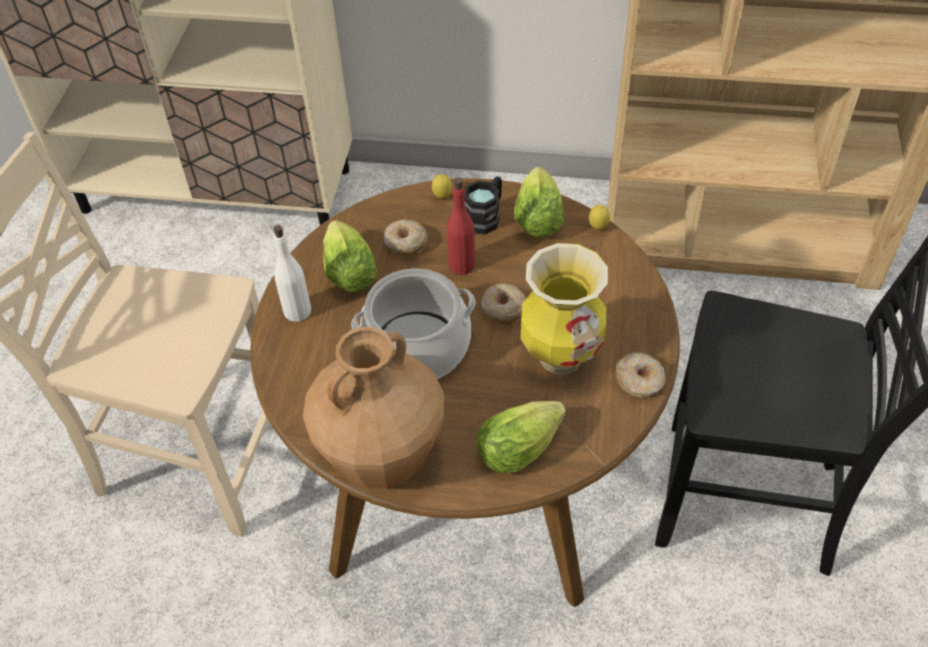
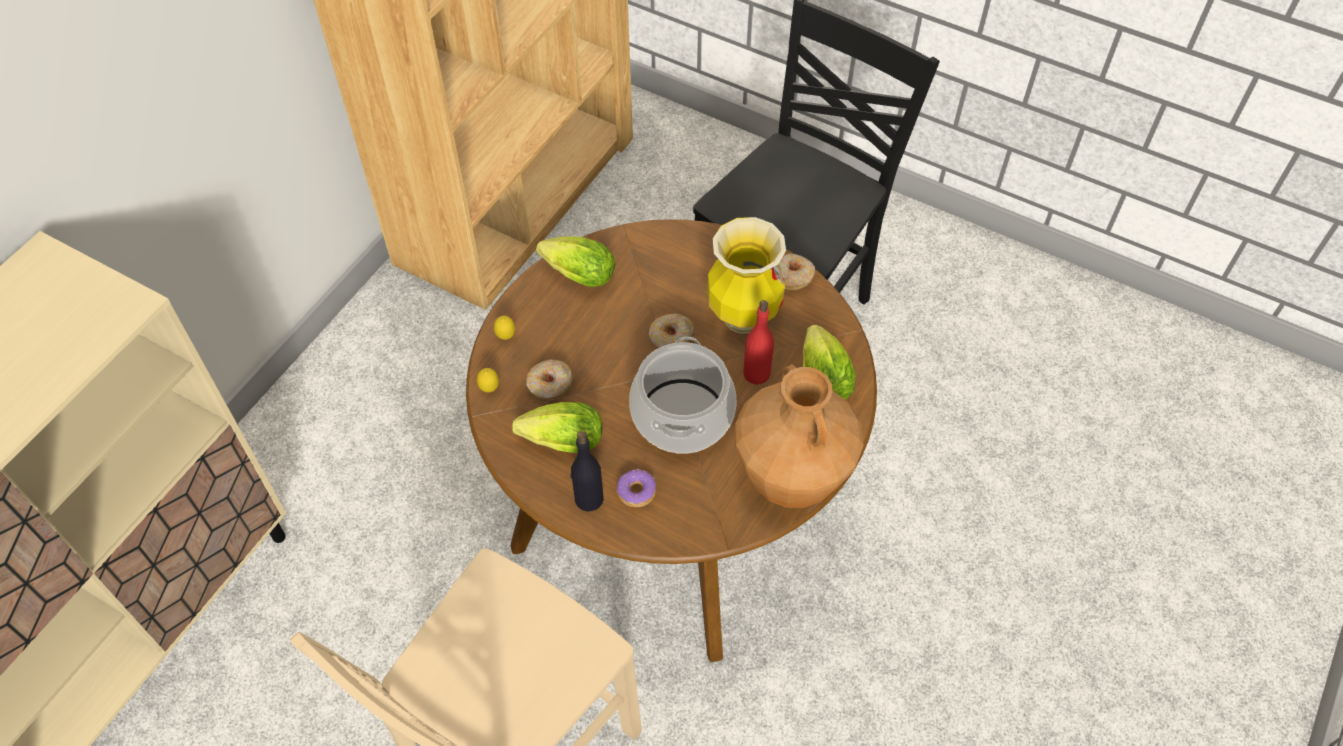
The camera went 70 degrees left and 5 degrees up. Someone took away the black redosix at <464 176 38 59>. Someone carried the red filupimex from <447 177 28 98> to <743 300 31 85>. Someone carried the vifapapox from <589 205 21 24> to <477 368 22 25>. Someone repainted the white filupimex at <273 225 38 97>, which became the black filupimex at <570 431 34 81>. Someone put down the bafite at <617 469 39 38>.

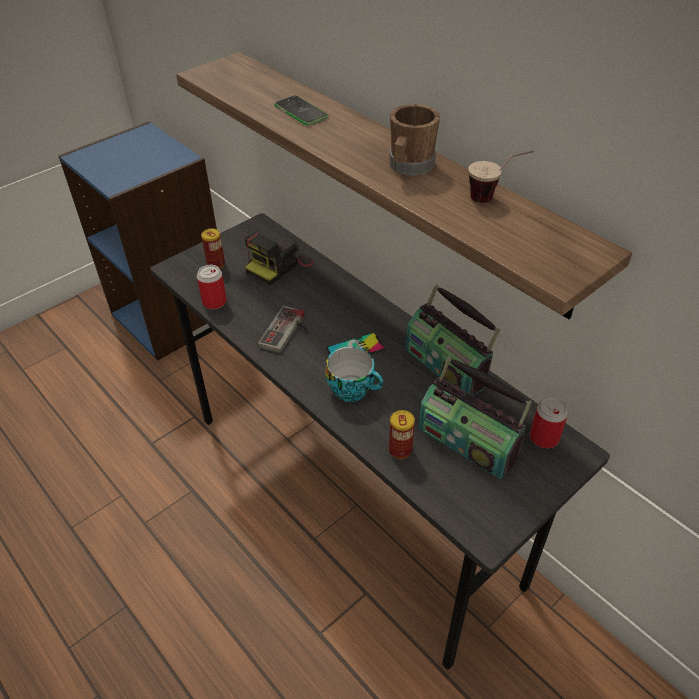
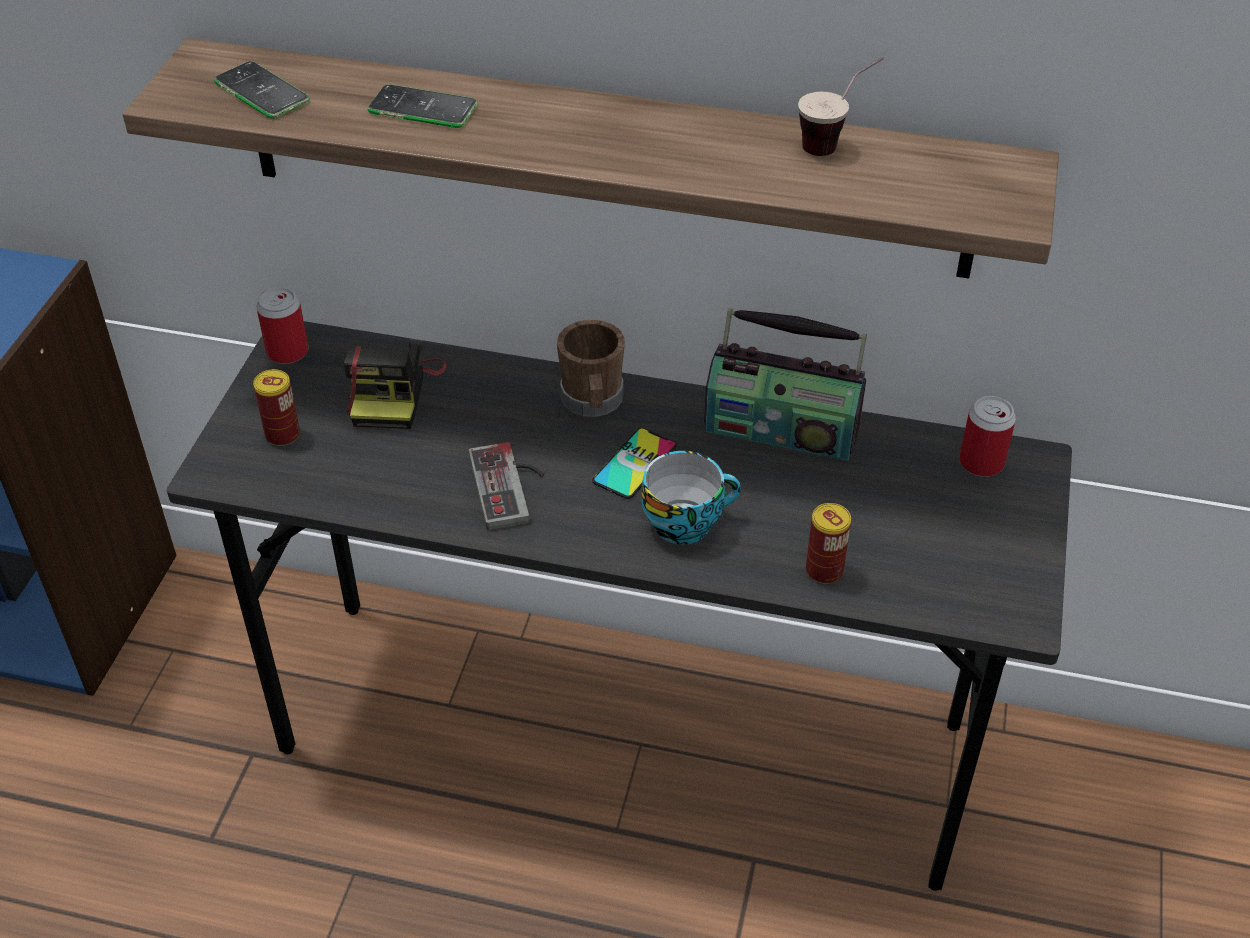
The camera went 35 degrees left and 0 degrees up. Someone carried the brown redosix from <390 104 50 72> to <557 320 68 97>. Someone carried the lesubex from <197 265 30 44> to <257 287 51 77>. Someone took away the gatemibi at <419 356 113 123>. Someone put down the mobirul at <214 61 96 58>.

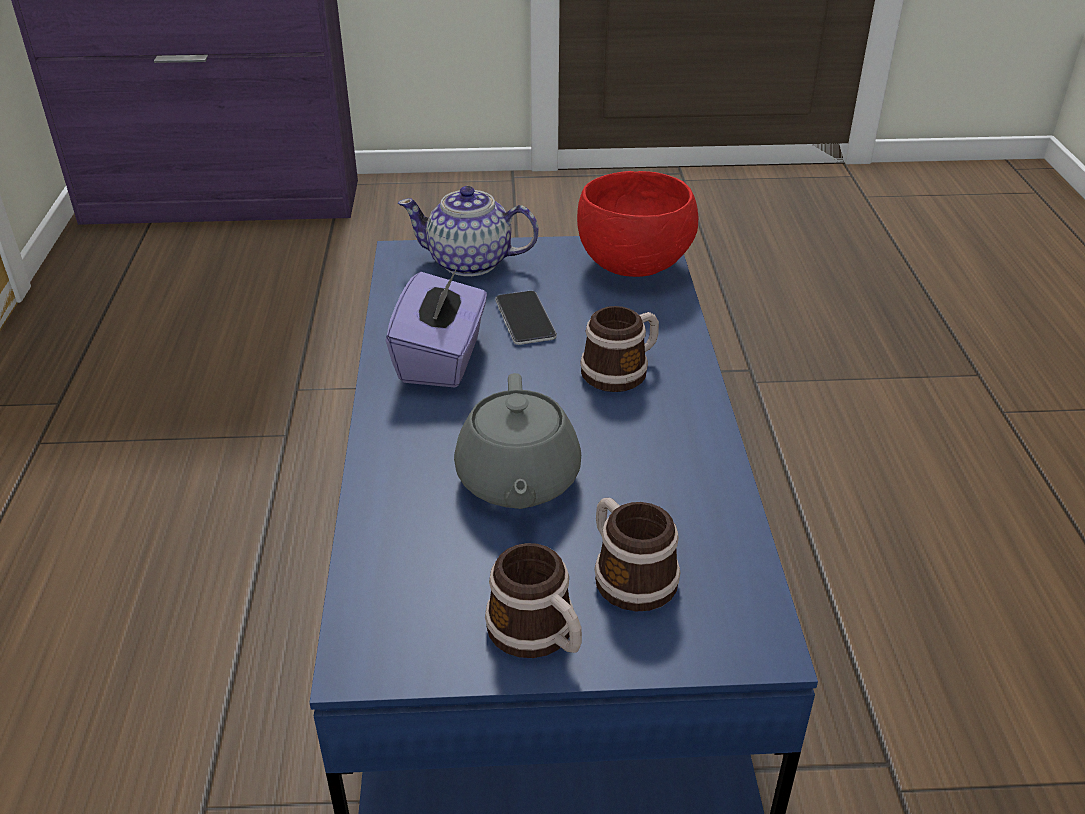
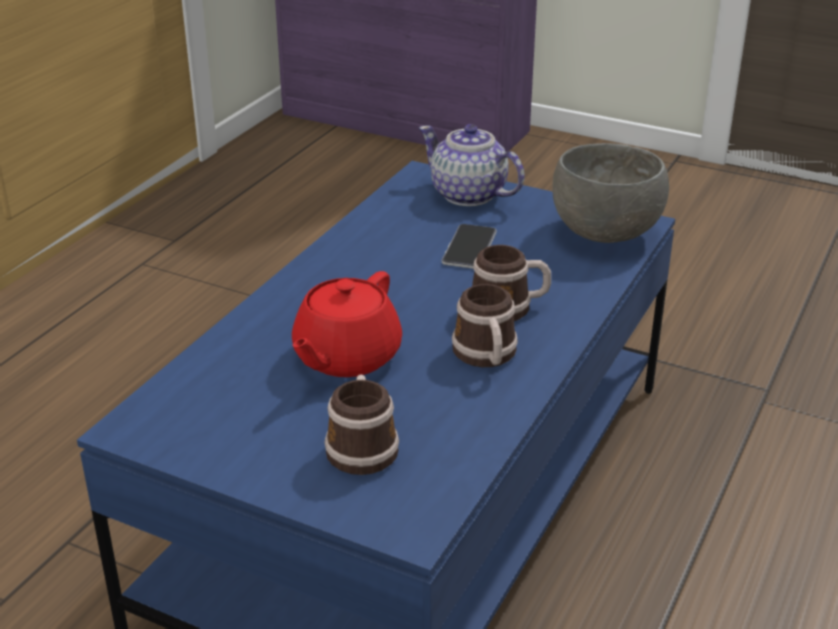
The camera went 30 degrees right and 5 degrees down. Someone repainted the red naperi at <577 171 122 106>, which became the grey naperi at <552 143 117 100>. Someone took away the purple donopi at <386 268 101 120>. Someone repainted the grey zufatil at <454 373 127 136>, which became the red zufatil at <292 271 110 106>. Someone carried the redosix from <485 543 97 115> to <452 284 66 83>.

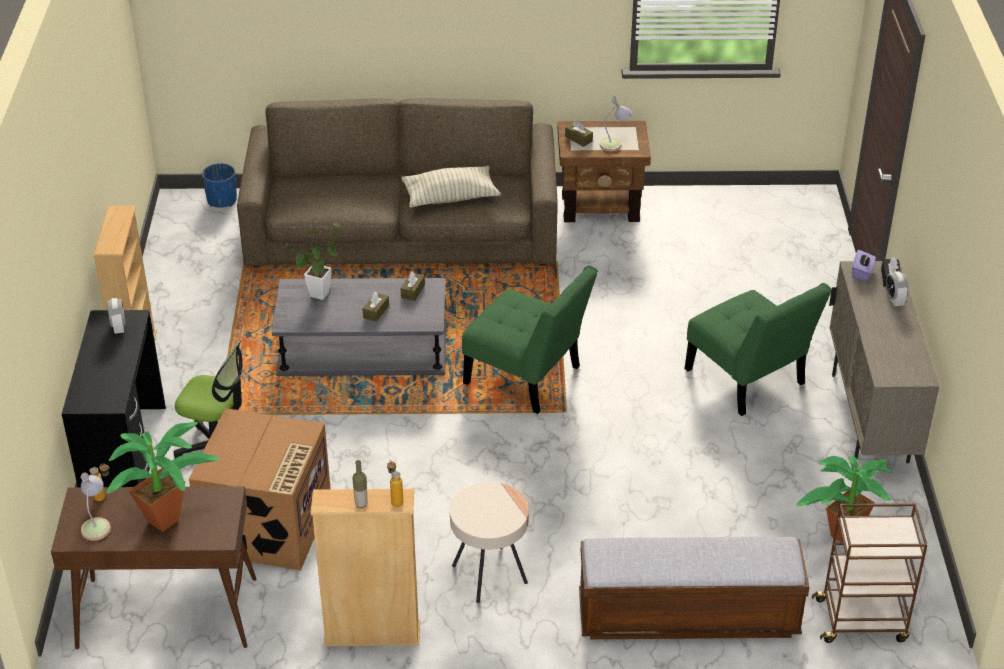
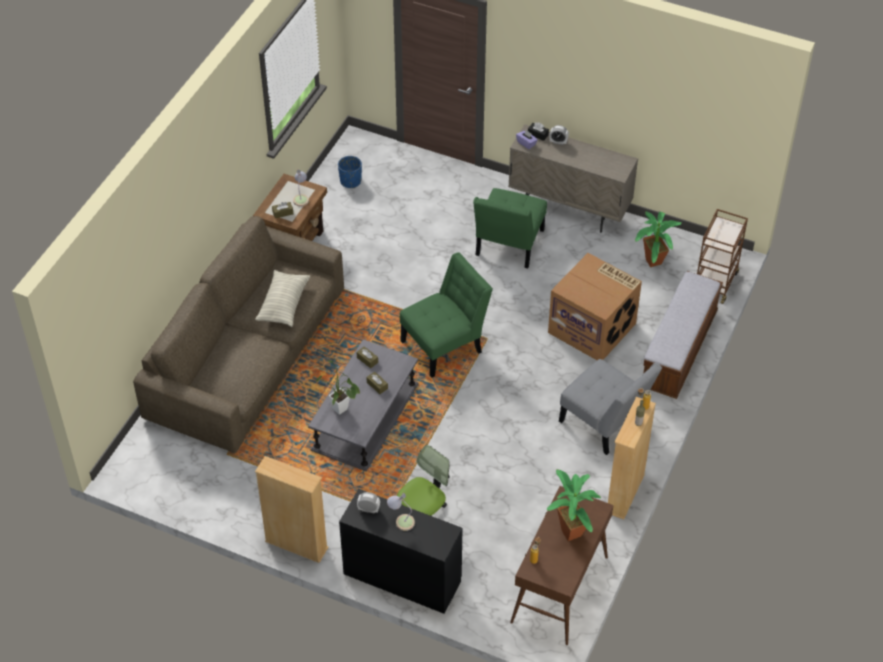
The camera went 65 degrees left and 10 degrees up. Someone carried the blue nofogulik from <202 163 35 45> to <338 156 24 32>. Someone rotated the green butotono at <684 283 148 133> by 120 degrees clockwise. Someone carried the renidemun from <189 408 142 162> to <548 253 94 107>. Someone carried the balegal from <81 472 30 69> to <387 493 28 38>. Someone swapped the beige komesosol at <450 482 79 121> for the grey butotono at <559 359 103 96>.

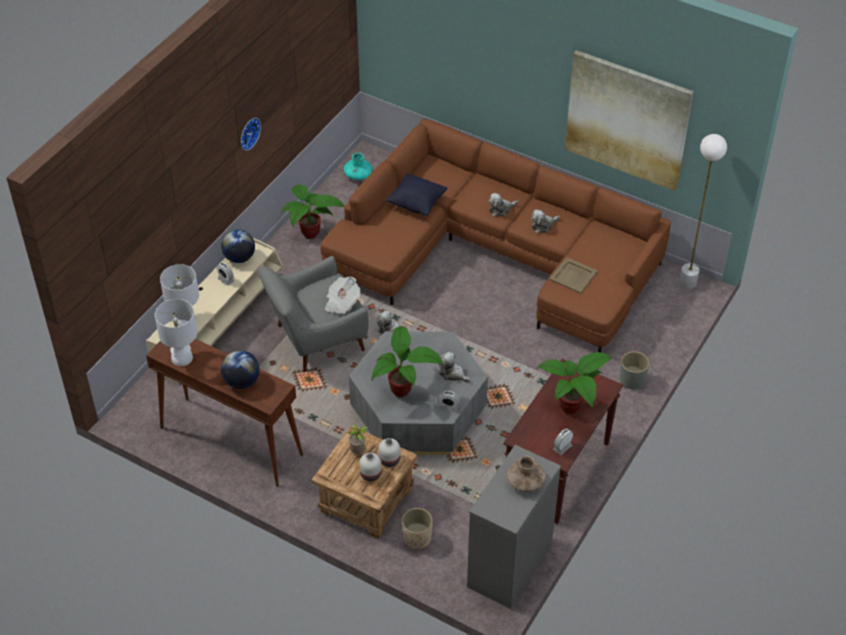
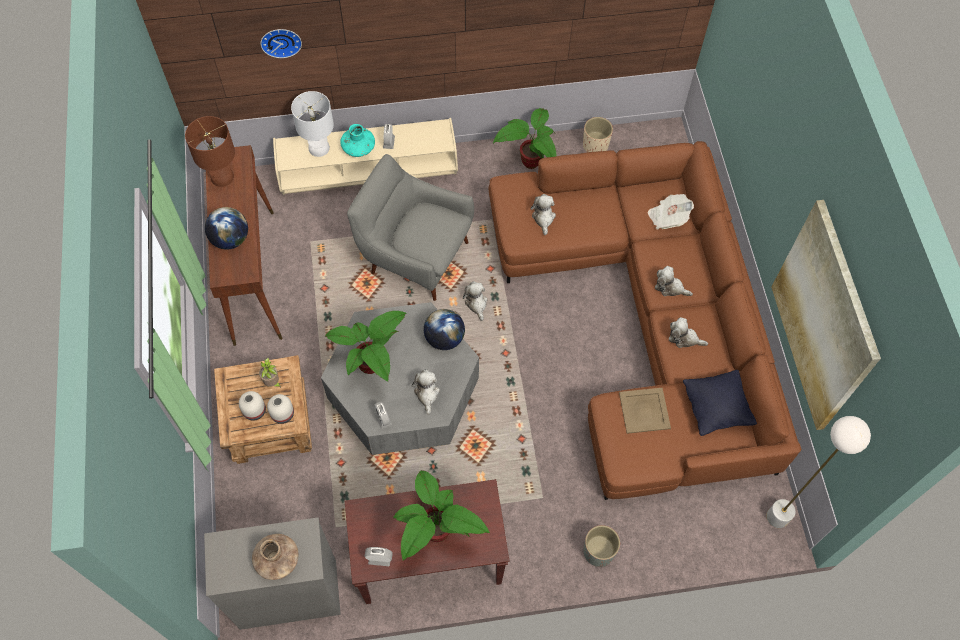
The camera went 50 degrees right and 15 degrees up. Someone carried the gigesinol from <241 118 20 33> to <260 29 42 29>. Someone carried the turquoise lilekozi from <344 153 28 27> to <340 124 35 33>. Someone carried the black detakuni from <386 173 61 43> to <683 370 74 66>. Someone carried the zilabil from <221 229 34 34> to <424 309 41 41>. Someone carried the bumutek from <325 277 36 38> to <648 194 46 35>. Someone repainted the white balegal at <155 299 42 67>, which became the brown balegal at <185 116 50 71>. Someone carried the beige nofogulik from <402 508 31 41> to <583 117 30 35>. Someone put down the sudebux at <531 194 25 41>.

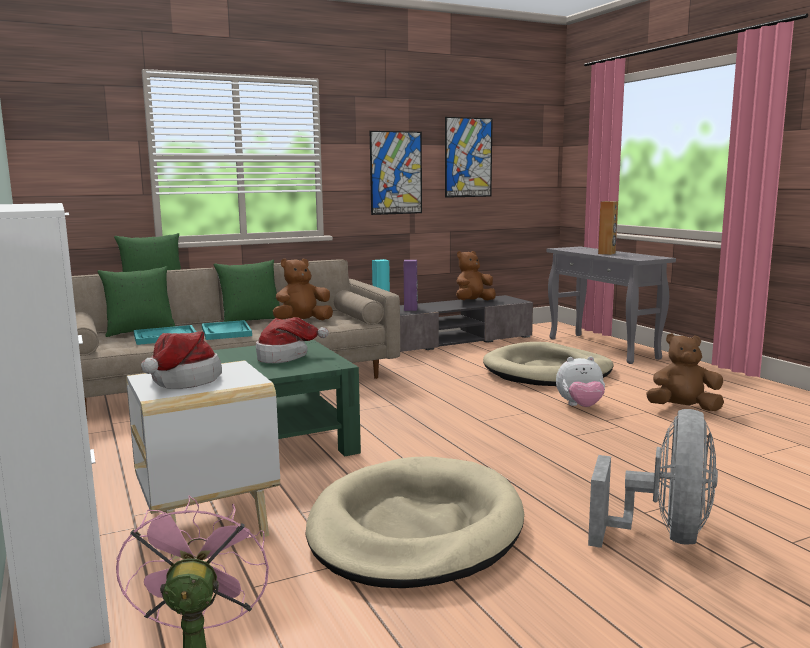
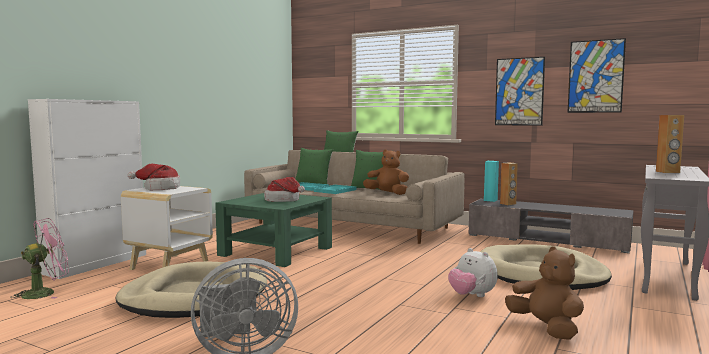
The camera went 55 degrees right and 5 degrees down. Someone took away the brown sudebux at <456 251 40 49>. Someone repainted the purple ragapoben at <404 260 14 51>, which became the brown ragapoben at <500 162 18 43>.

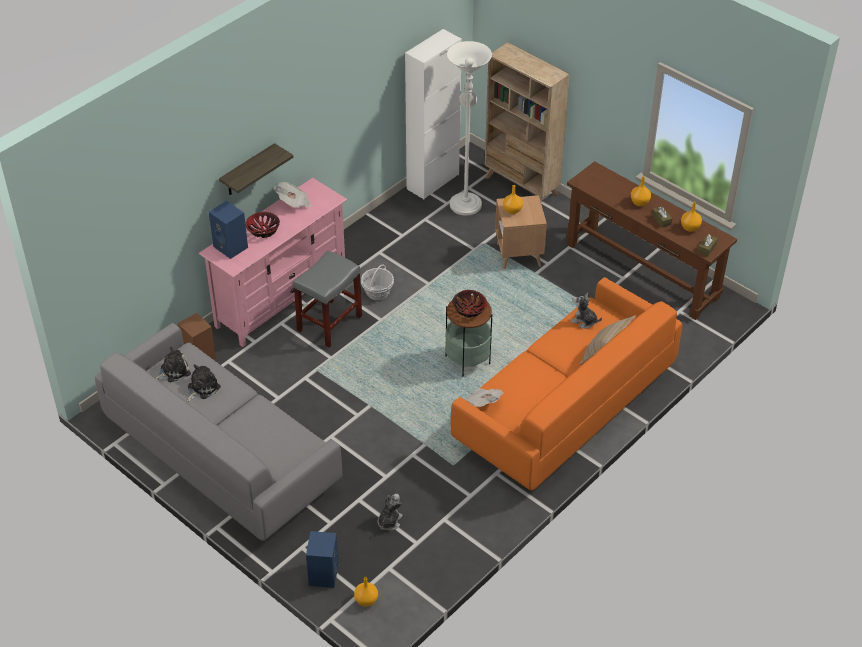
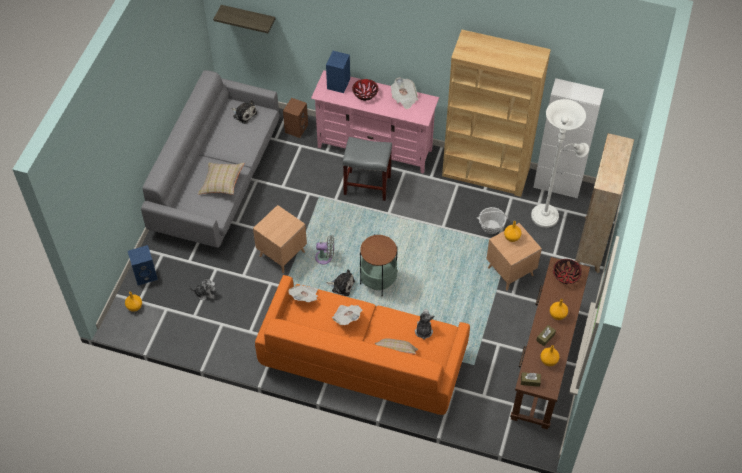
The camera went 65 degrees right and 10 degrees up. Someone carried the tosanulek from <219 143 74 52> to <213 5 62 28>. Someone carried the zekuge from <361 264 33 36> to <477 207 31 27>. Someone carried the naperi from <452 290 35 27> to <553 259 29 25>. Someone carried the sudebux from <187 364 34 38> to <326 270 29 26>. Someone put down the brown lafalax at <442 30 109 167>. Someone put down the beige detakuni at <198 163 46 32>. Someone put down the brown komesosol at <253 205 54 68>. Someone put down the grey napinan at <315 235 19 29>. Someone put down the bumutek at <332 305 30 20>.

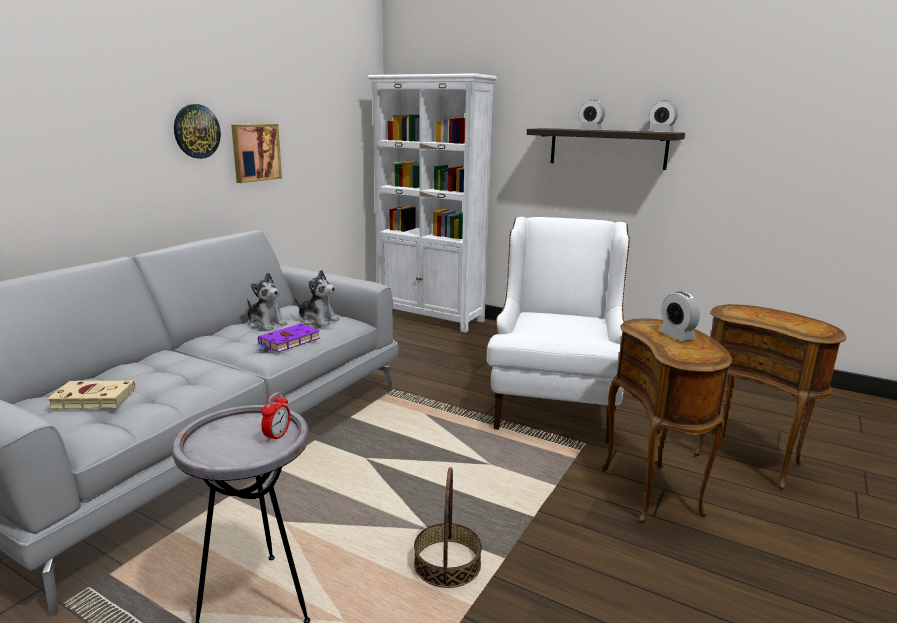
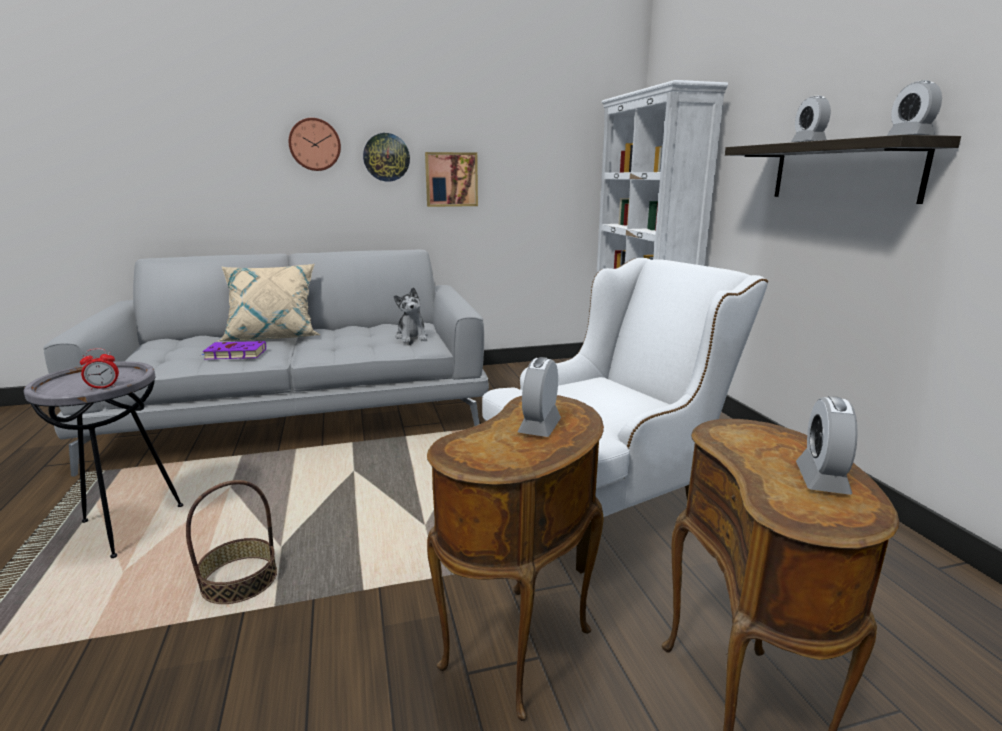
The camera went 45 degrees right and 0 degrees up. Someone took away the sudebux at <247 273 40 58>. Someone carried the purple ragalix from <258 323 62 29> to <202 341 64 18>. Someone took away the beige ragalix at <47 381 88 28>. Someone put up the gigesinol at <289 118 52 53>. Someone put down the beige detakuni at <219 264 101 77>. Someone put down the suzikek at <796 396 62 99>.

